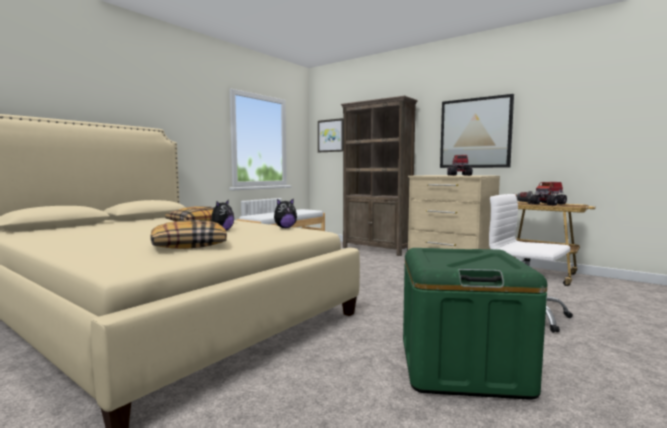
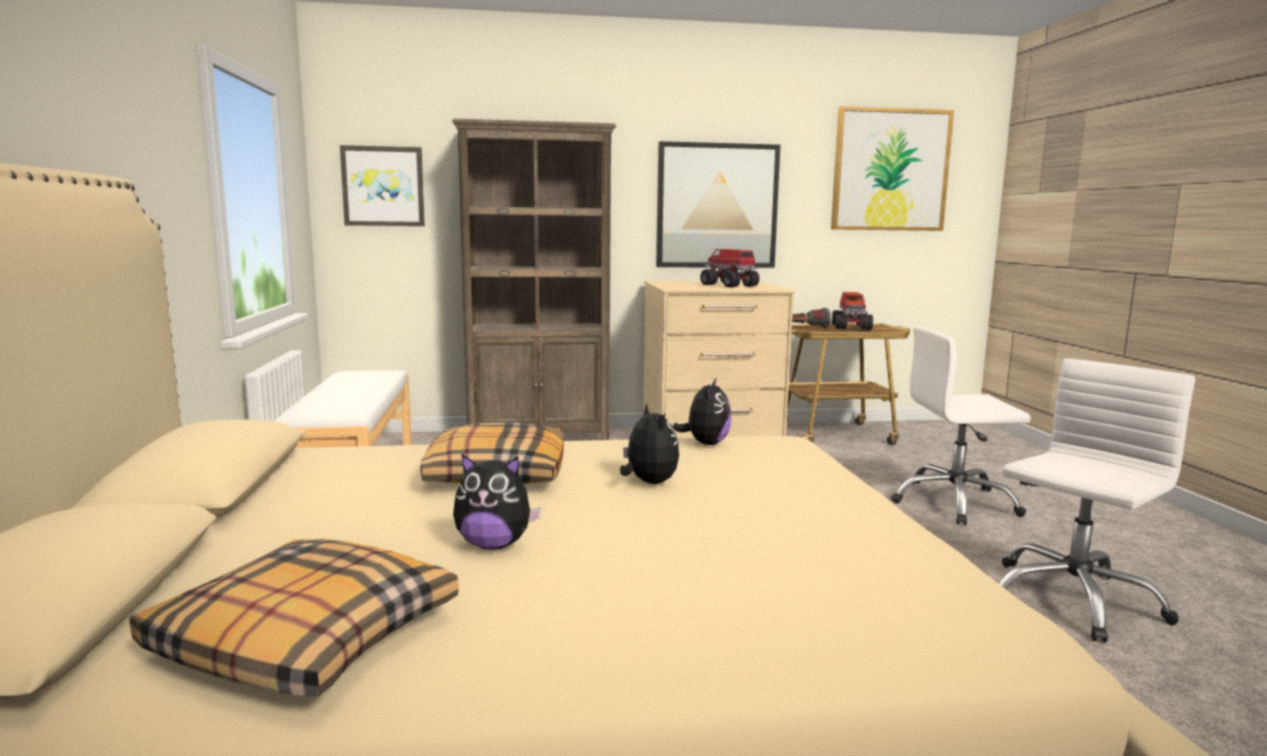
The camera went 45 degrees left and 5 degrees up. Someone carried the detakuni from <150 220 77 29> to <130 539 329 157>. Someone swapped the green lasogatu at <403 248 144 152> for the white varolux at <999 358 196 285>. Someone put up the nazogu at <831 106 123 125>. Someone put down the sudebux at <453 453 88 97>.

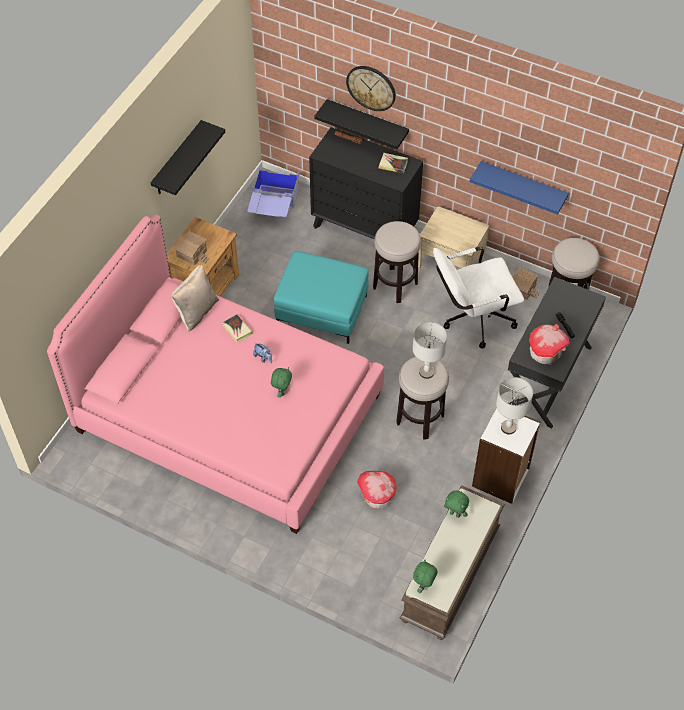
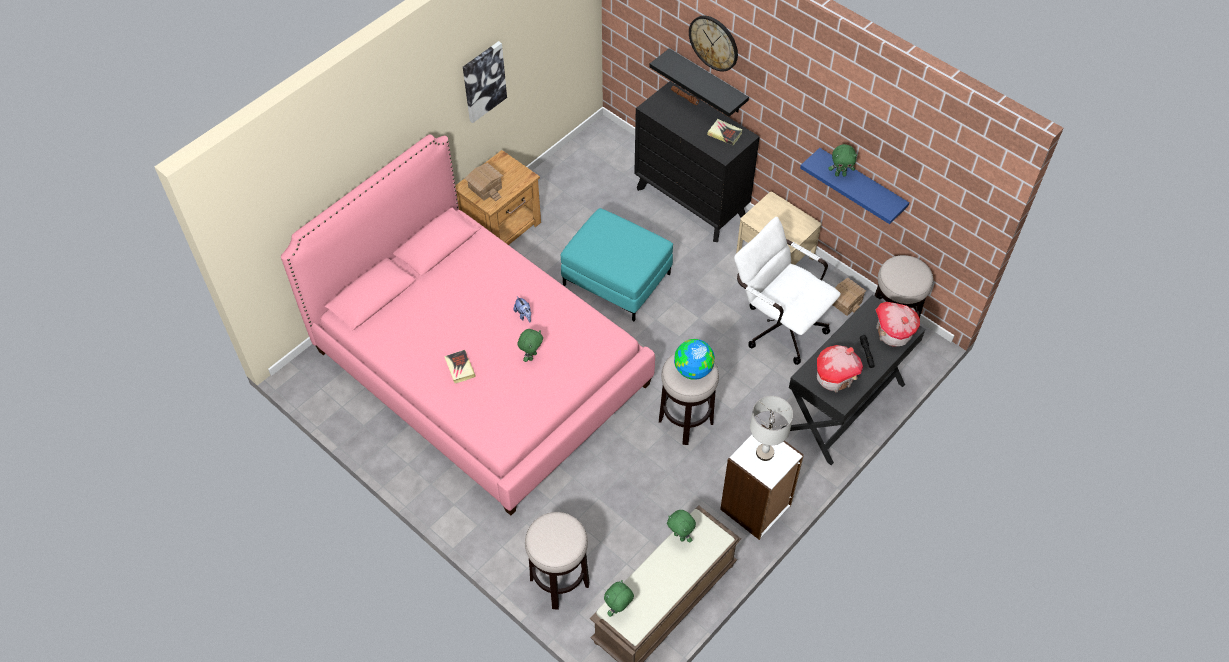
The camera went 15 degrees right and 0 degrees up. Someone swapped the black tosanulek at <151 120 74 75> for the nazogu at <463 41 44 82>. Someone took away the blue lasogatu at <247 167 53 50>. Someone carried the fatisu from <373 221 48 82> to <525 512 64 98>. Someone rotated the white varolux at <433 247 91 102> by 45 degrees clockwise. Someone took away the beige detakuni at <172 265 47 67>. Someone carried the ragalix from <222 314 31 29> to <444 350 32 33>. Someone swapped the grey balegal at <412 322 35 57> for the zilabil at <674 339 41 41>. Someone carried the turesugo from <357 471 40 38> to <875 302 45 44>. Someone put down the green sudebux at <829 144 28 32>.

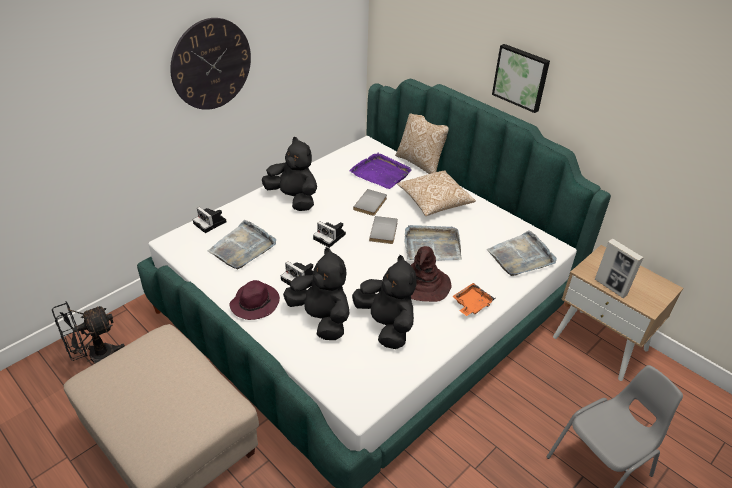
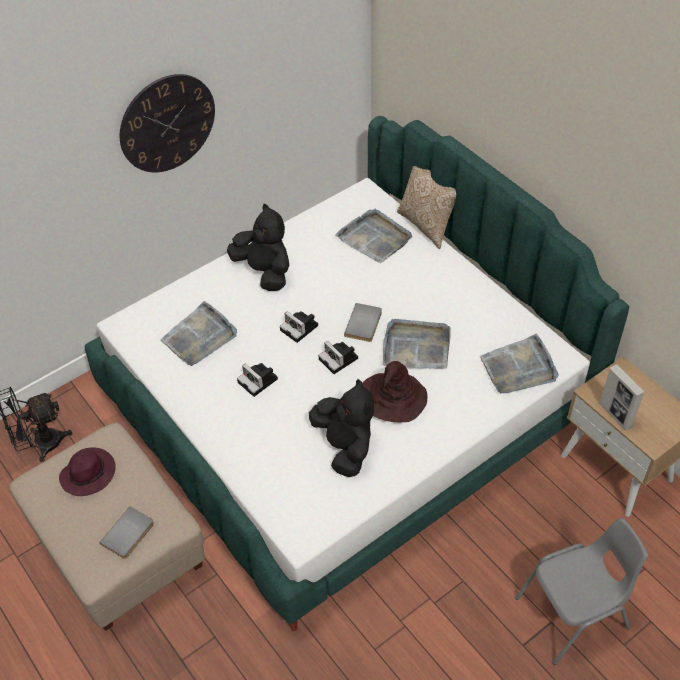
The camera went 10 degrees right and 10 degrees up. Someone took away the nazogu at <492 44 58 69>. Someone repainted the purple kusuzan at <349 153 63 36>, which became the grey kusuzan at <335 209 77 54>. Someone took away the detakuni at <397 170 79 46>. Someone carried the grey ragalix from <353 189 34 27> to <99 507 55 52>. Someone carried the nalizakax from <193 207 34 26> to <318 341 40 33>. Someone took away the black sudebux at <283 247 67 93>. Someone carried the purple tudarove from <229 280 51 40> to <59 447 57 49>. Someone took away the orange kusuzan at <452 283 43 33>.

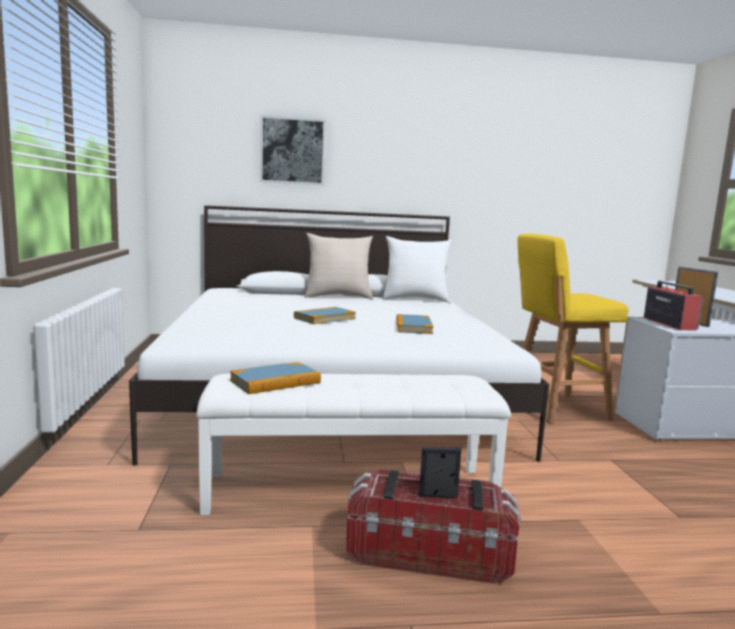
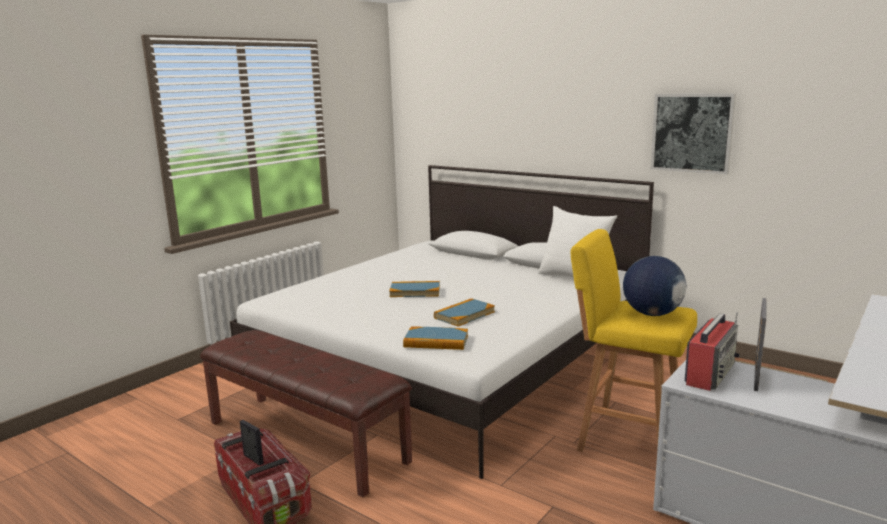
The camera went 45 degrees right and 5 degrees up. Someone carried the nazogu from <260 115 66 70> to <651 94 85 80>. Someone took away the beige detakuni at <305 233 68 66>. Someone carried the ragalix from <230 362 91 32> to <403 326 65 24>. Someone repainted the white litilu at <196 373 315 142>, which became the brown litilu at <200 330 212 167>. Someone put down the zilabil at <623 256 63 60>.

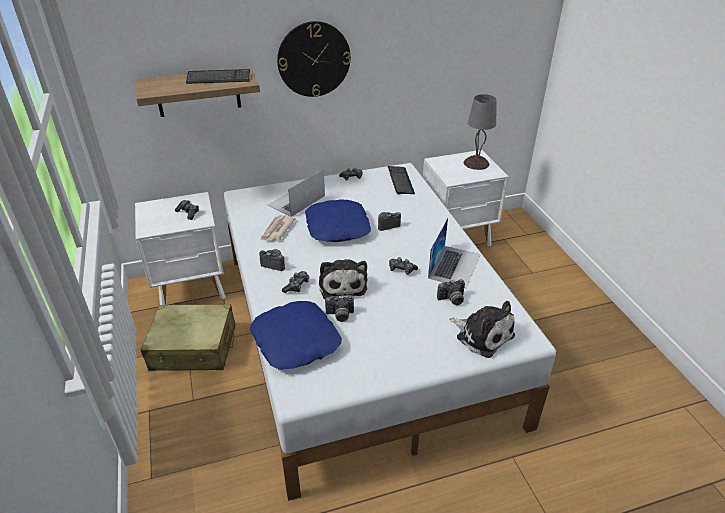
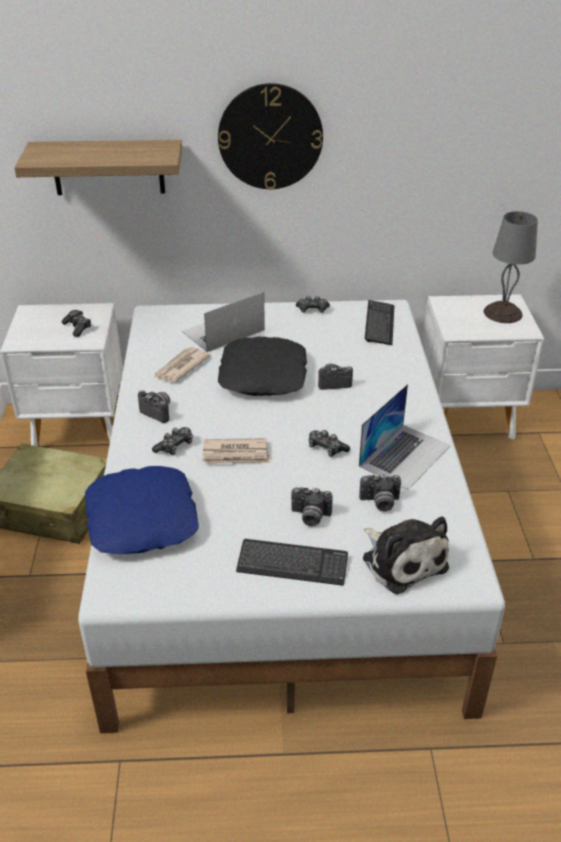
The camera went 15 degrees right and 0 degrees up. Someone carried the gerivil from <186 69 64 15> to <236 539 112 47>. Someone repainted the blue detakuni at <305 200 66 42>, which became the black detakuni at <218 337 89 59>. Someone swapped the sudebux at <319 259 48 40> for the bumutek at <202 438 68 27>. Someone carried the nalizakax from <325 295 29 27> to <291 487 42 40>.

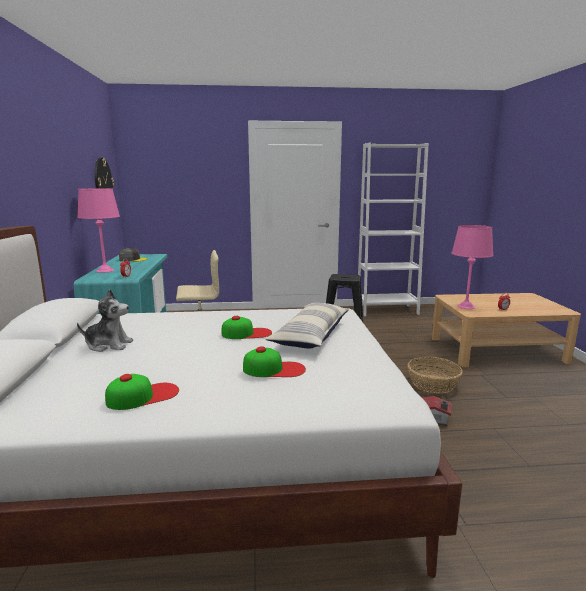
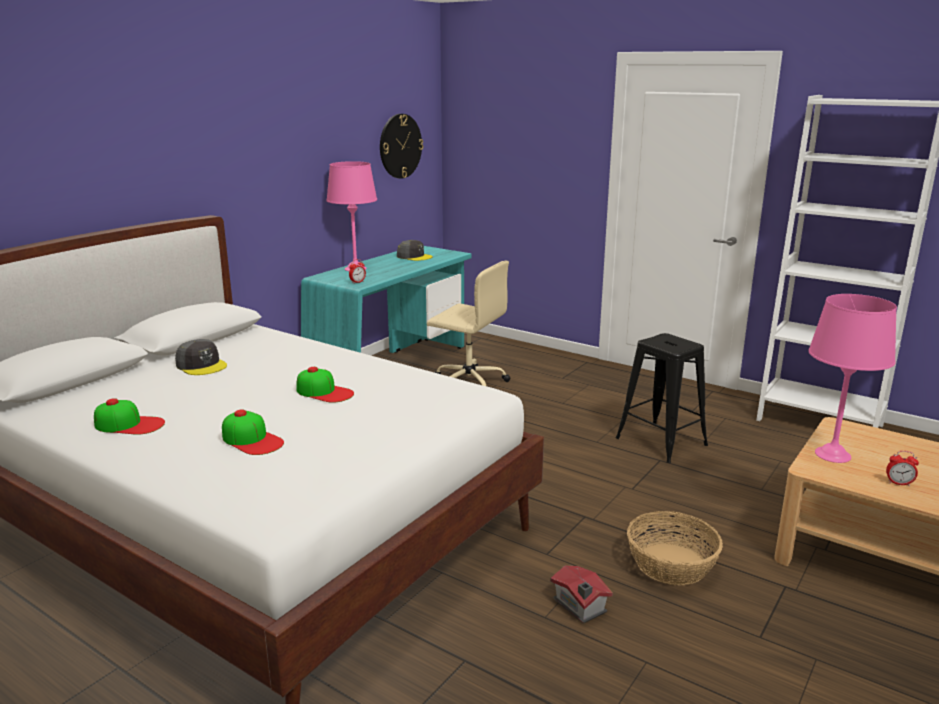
The camera went 40 degrees right and 5 degrees up. Someone swapped the sudebux at <77 289 56 63> for the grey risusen at <175 339 52 36>. Someone took away the detakuni at <265 303 84 46>.

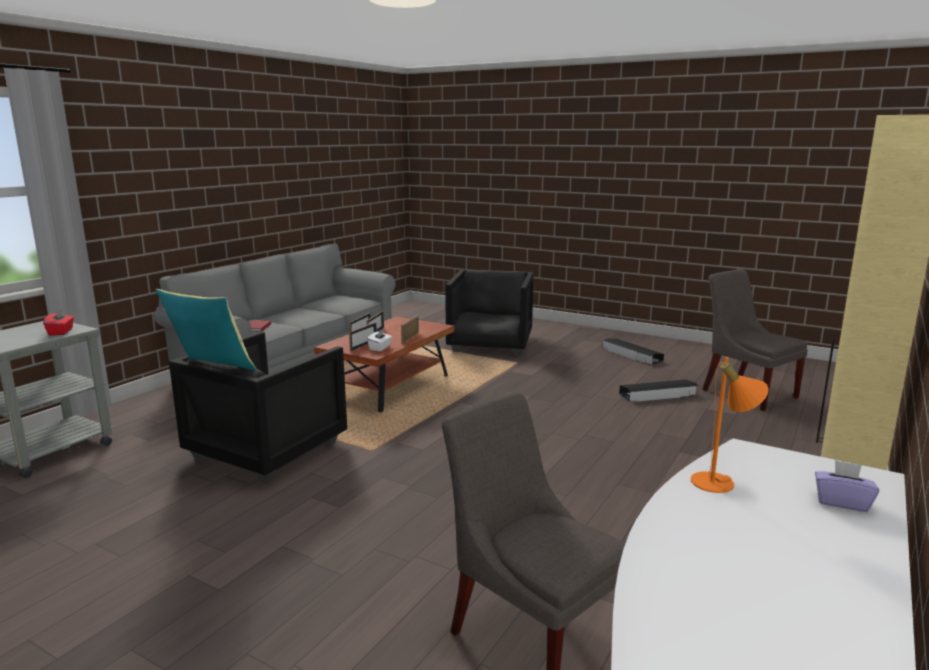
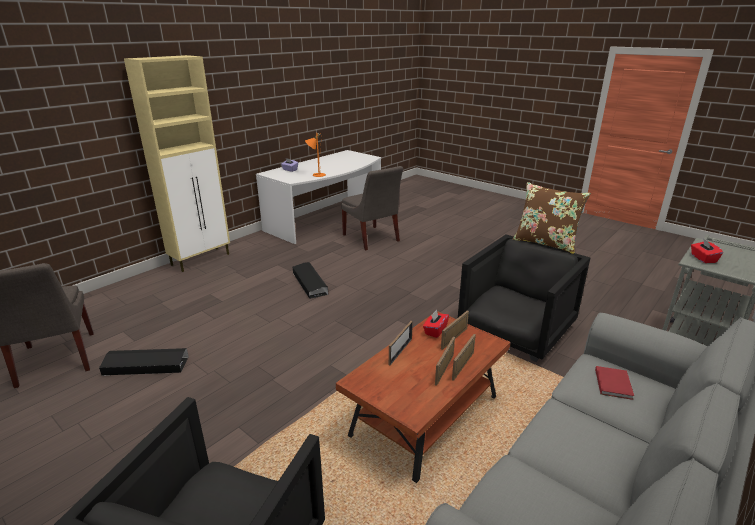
The camera went 170 degrees left and 10 degrees up. Someone repainted the yellow detakuni at <156 289 100 81>, which became the brown detakuni at <513 182 78 72>. Someone repainted the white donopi at <367 329 25 22>, which became the red donopi at <423 310 26 28>. Someone carried the black lasogatu from <602 339 62 25> to <293 262 35 37>.

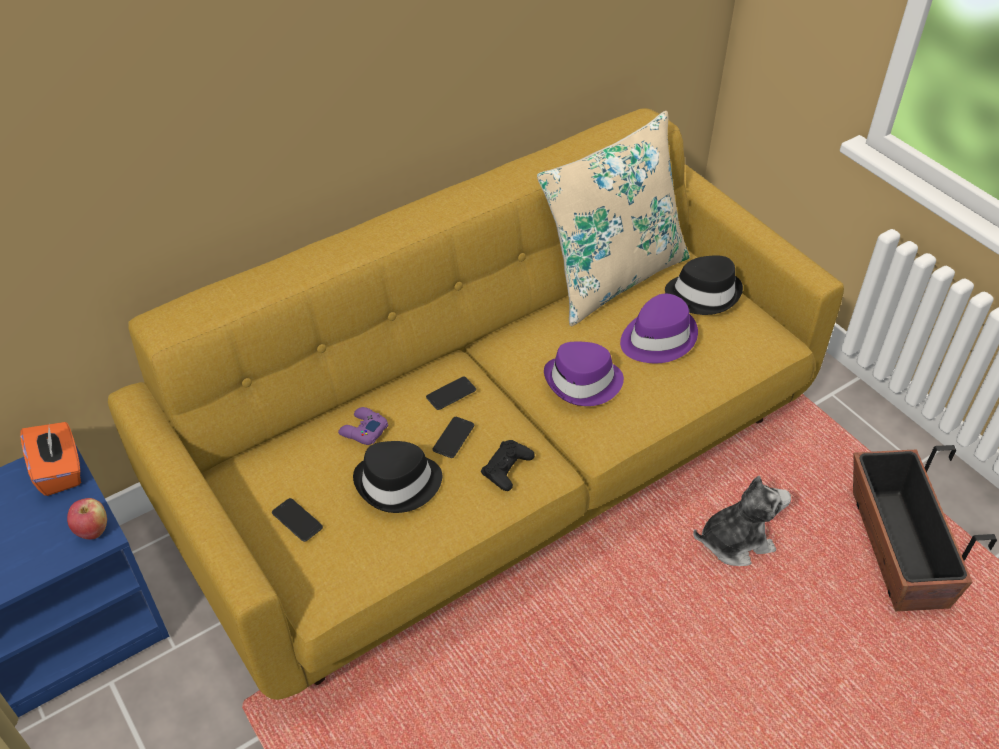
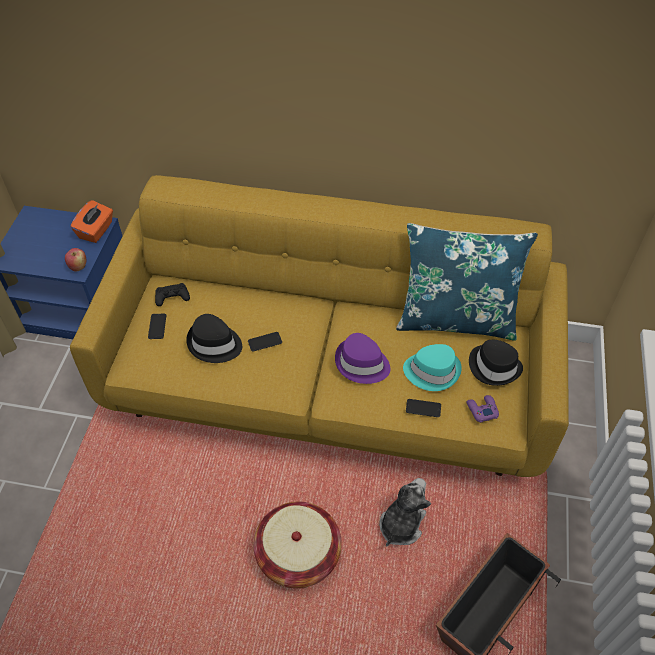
The camera went 45 degrees right and 5 degrees up. Someone repainted the beige detakuni at <537 111 153 216>, which became the blue detakuni at <396 223 142 118>. Someone repainted the purple tudarove at <620 294 78 69>, which became the turquoise tudarove at <403 344 59 47>. Someone carried the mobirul from <426 377 50 33> to <406 399 35 18>. Someone carried the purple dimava from <338 407 50 38> to <467 395 32 28>. Someone carried the black dimava from <481 440 54 51> to <155 283 35 23>. Someone rotated the sudebux at <693 476 98 90> by 90 degrees counterclockwise. Someone put down the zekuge at <253 502 89 86>.

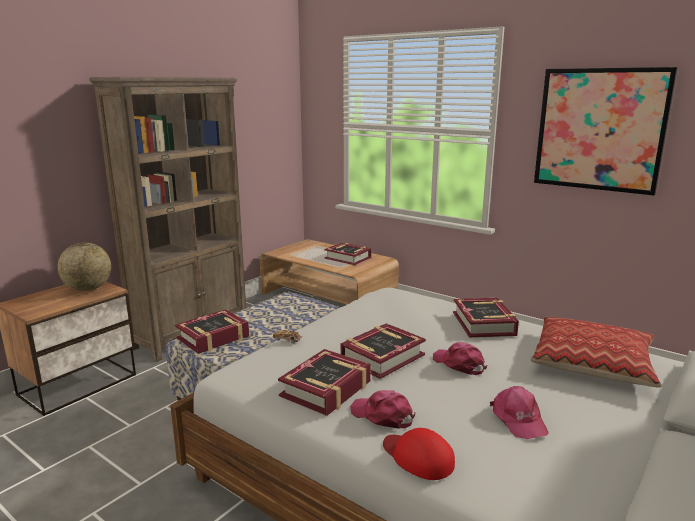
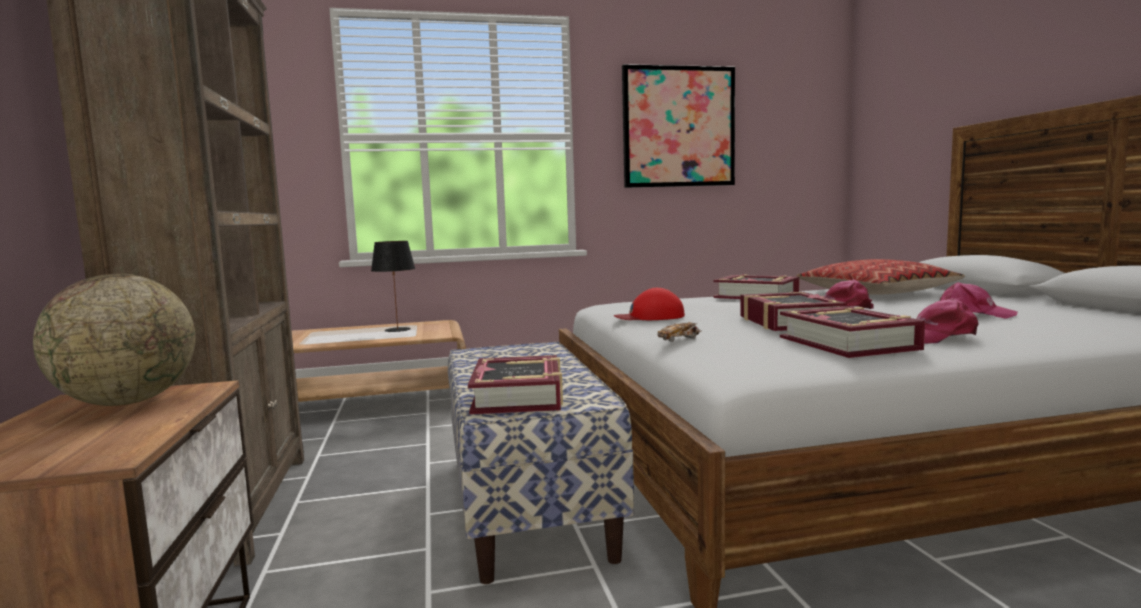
The camera went 50 degrees left and 10 degrees down. Someone swapped the ragalix at <324 243 47 22> for the black balegal at <371 241 44 91>. Someone carried the red risusen from <383 428 72 52> to <614 288 71 32>.

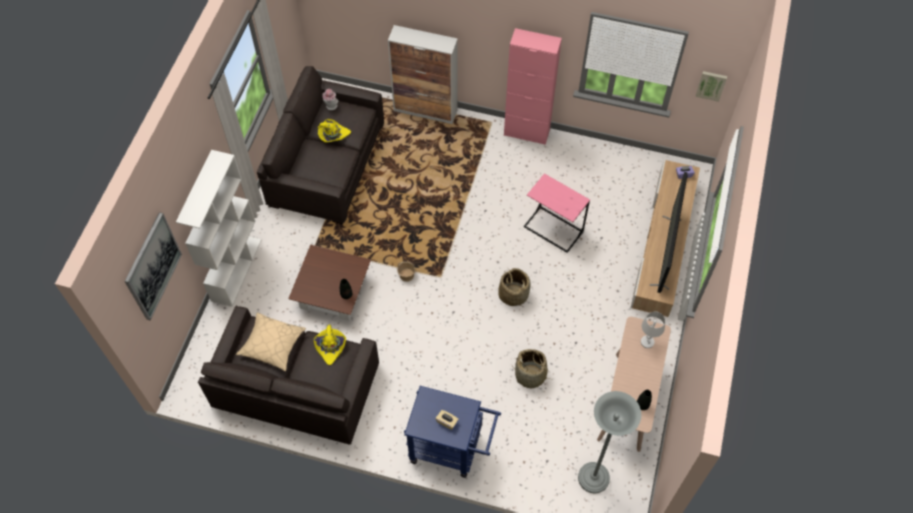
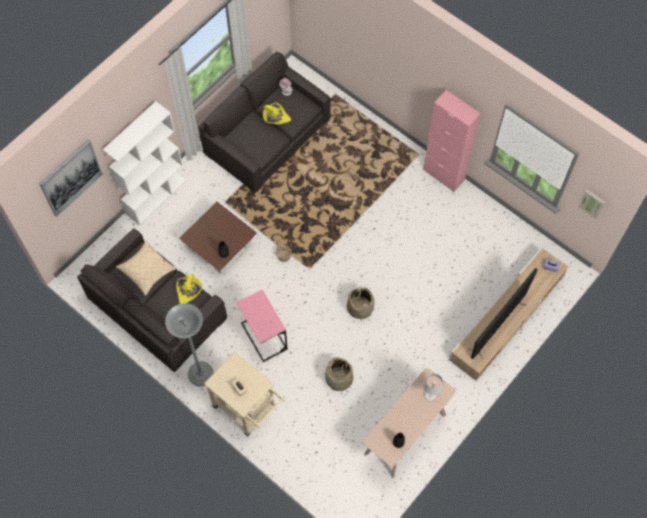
The camera went 25 degrees right and 5 degrees up. Someone took away the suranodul at <388 25 70 99>. Someone carried the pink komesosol from <524 173 66 80> to <237 289 51 73>. Someone repainted the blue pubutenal at <404 386 97 92>, which became the beige pubutenal at <204 352 81 84>. Someone carried the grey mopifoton from <578 391 63 102> to <165 303 49 83>.

